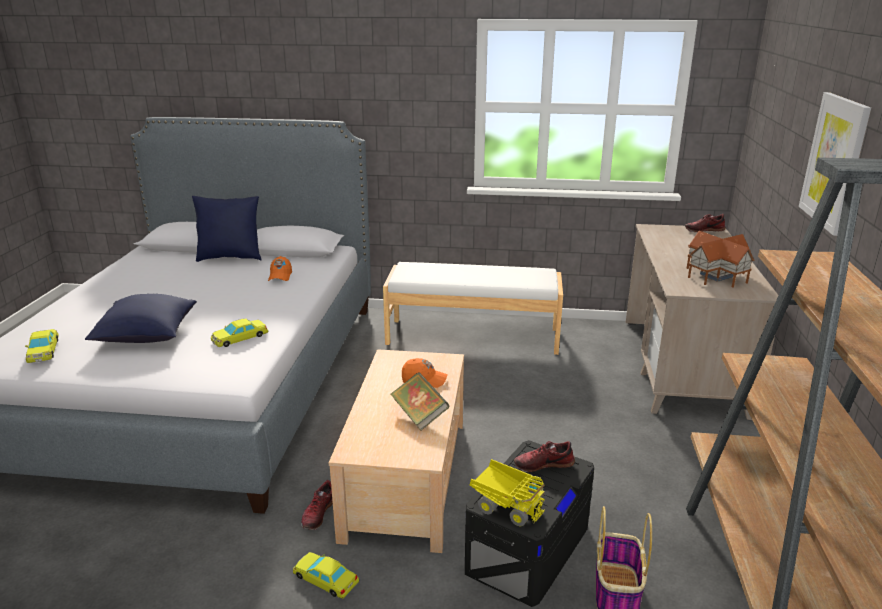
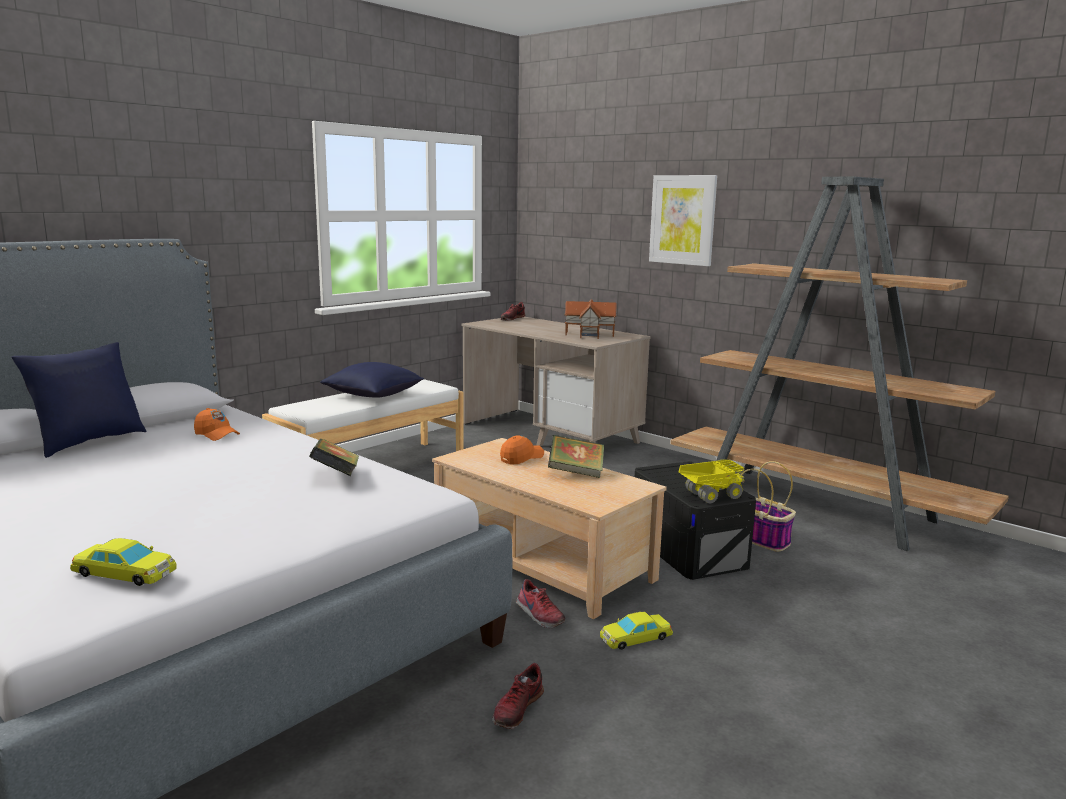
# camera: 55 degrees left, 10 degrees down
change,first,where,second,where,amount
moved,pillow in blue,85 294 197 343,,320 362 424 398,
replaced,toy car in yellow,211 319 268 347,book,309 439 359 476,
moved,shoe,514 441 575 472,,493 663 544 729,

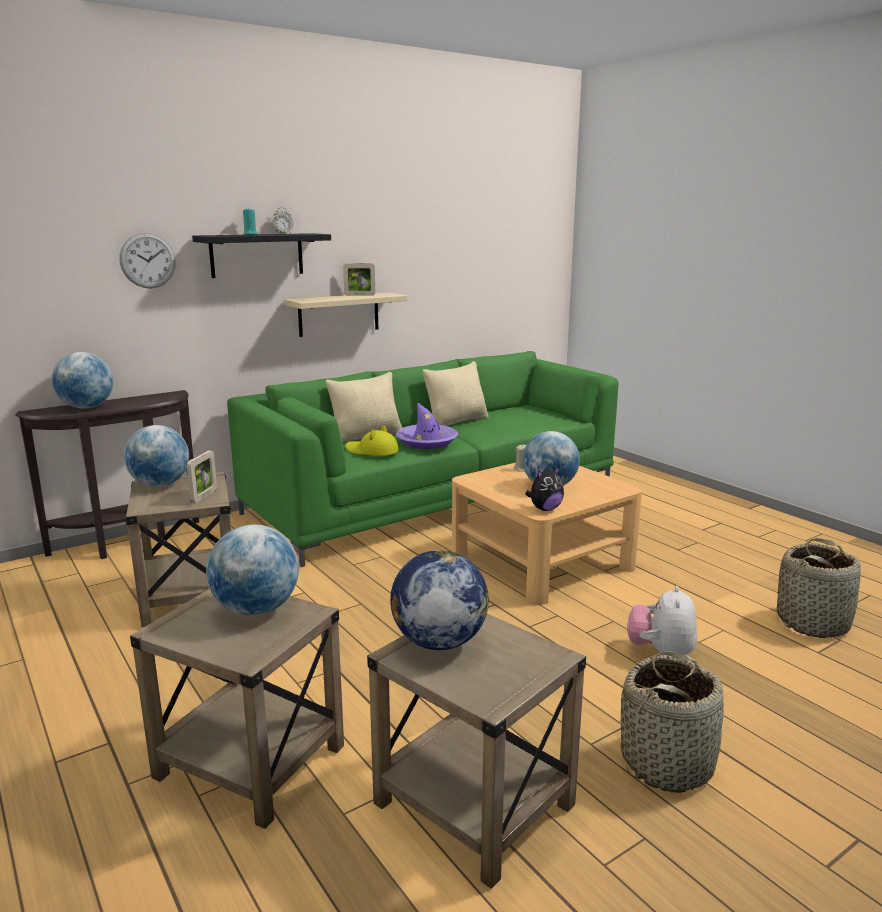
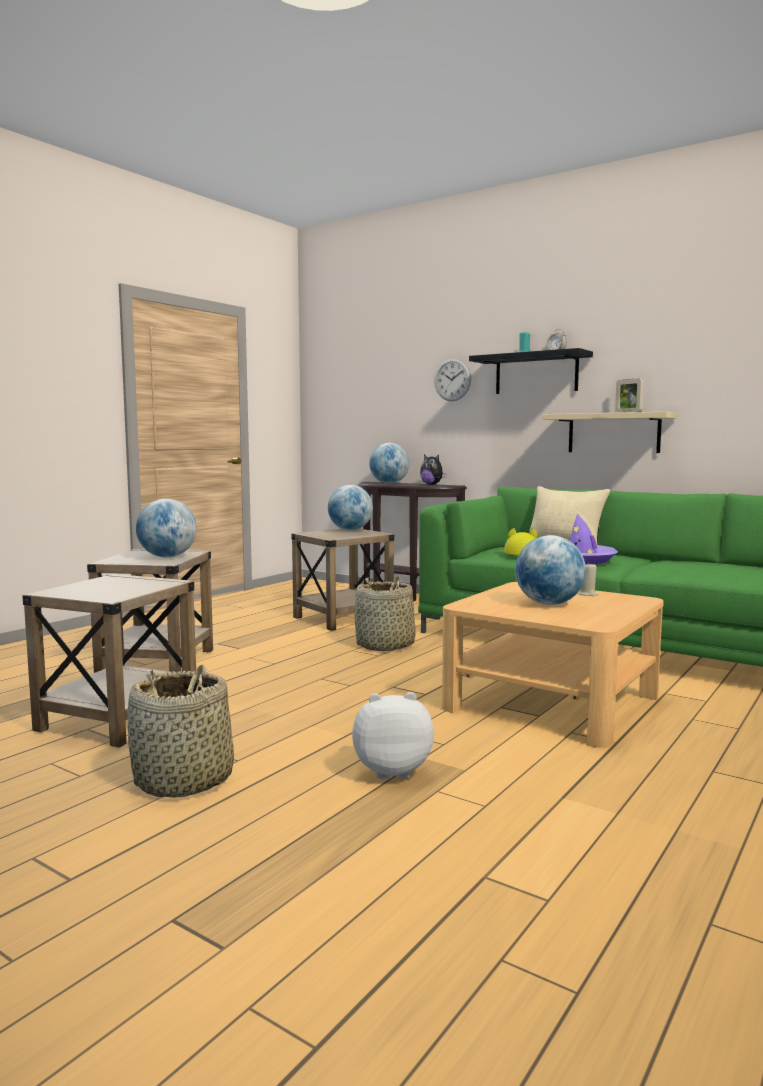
# camera: 70 degrees right, 10 degrees down
change,first,where,second,where,amount
removed,picture frame,187 451 217 503,,,
removed,globe,390 550 489 650,,,
removed,pillow in beige,422 361 488 426,,,
moved,plush toy,525 466 564 511,,420 455 447 485,
moved,basket,777 538 861 638,,355 576 416 651,

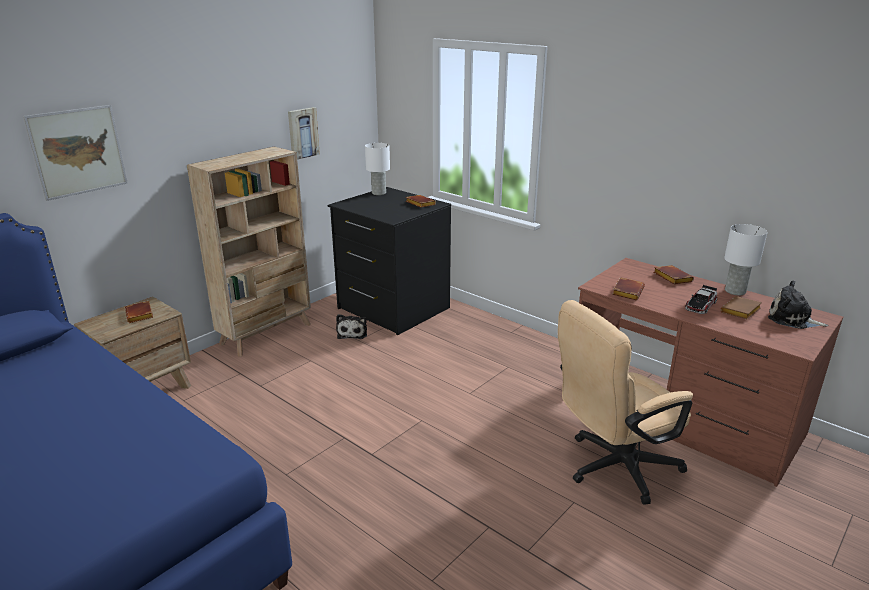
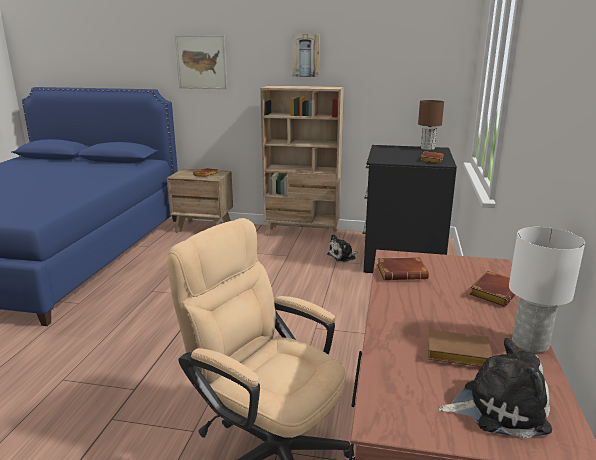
# camera: 60 degrees right, 5 degrees down
change,first,where,second,where,amount
moved,picture,288 107 320 160,,292 34 320 77,
recoloured,table lamp in white,365 143 390 195,table lamp in brown,418 100 444 150,
removed,toy car,685 285 717 314,,,
turned,plush toy,768 281 829 329,,439 338 552 439,90 degrees clockwise

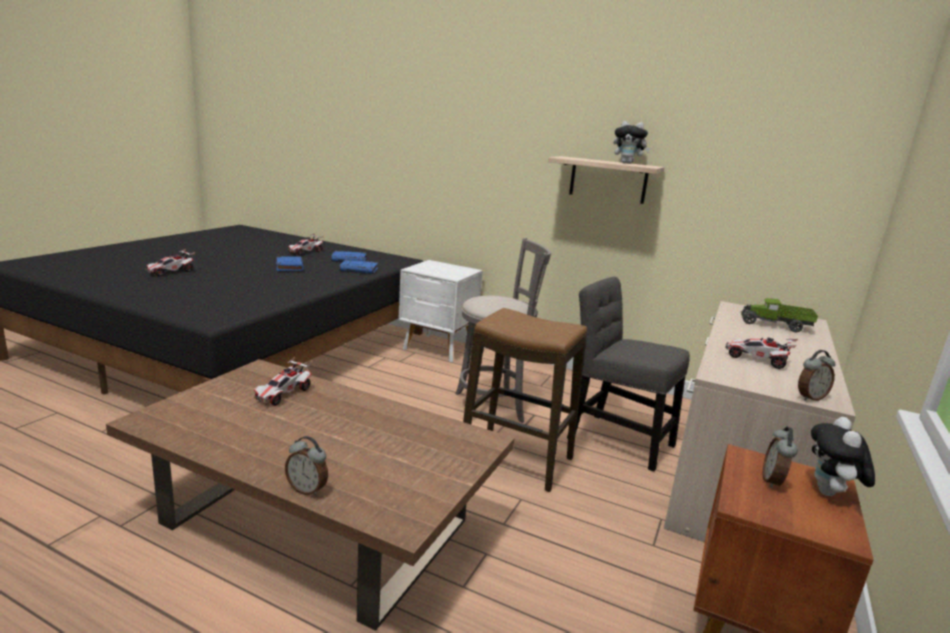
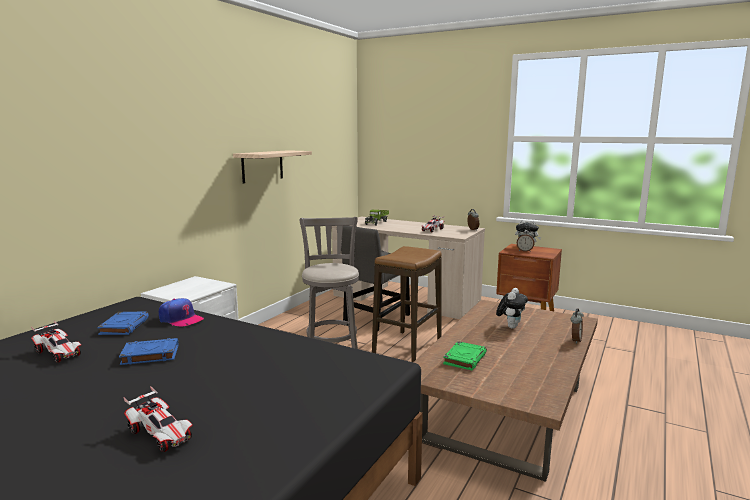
# camera: 85 degrees left, 5 degrees down
change,first,where,second,where,amount
replaced,toy car,254 357 312 406,book in green,443 341 487 370,
replaced,book in blue,339 260 378 274,cap,159 298 204 326,
moved,plush toy,613 121 650 164,,496 288 528 329,

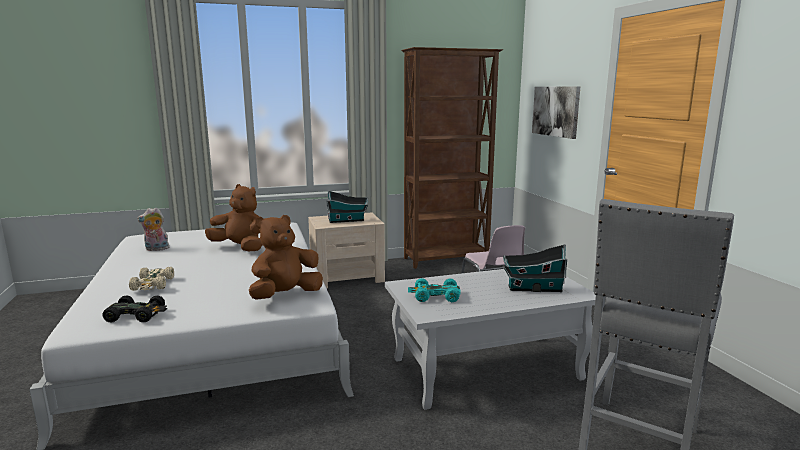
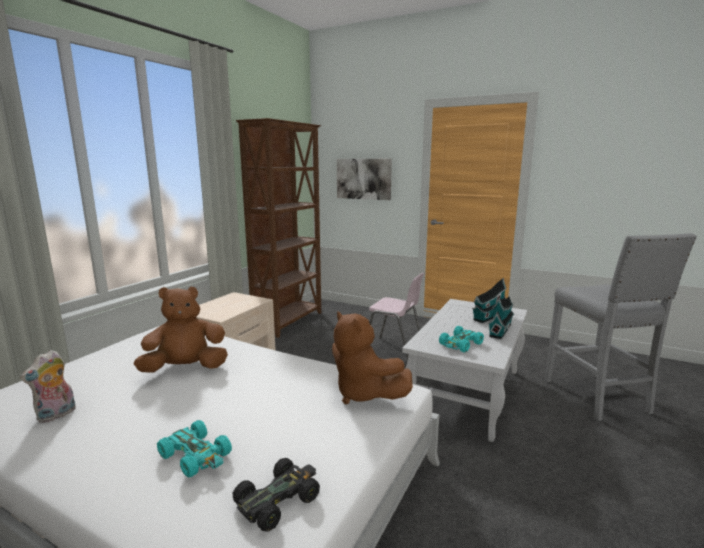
# camera: 45 degrees left, 0 degrees up
change,first,where,second,where,amount
recoloured,toy car in beige,129 267 174 291,toy car in turquoise,157 420 232 478,
turned,plush toy in brown,249 215 323 300,,332 311 413 404,45 degrees counterclockwise
moved,toy house,326 190 368 223,,488 296 514 339,

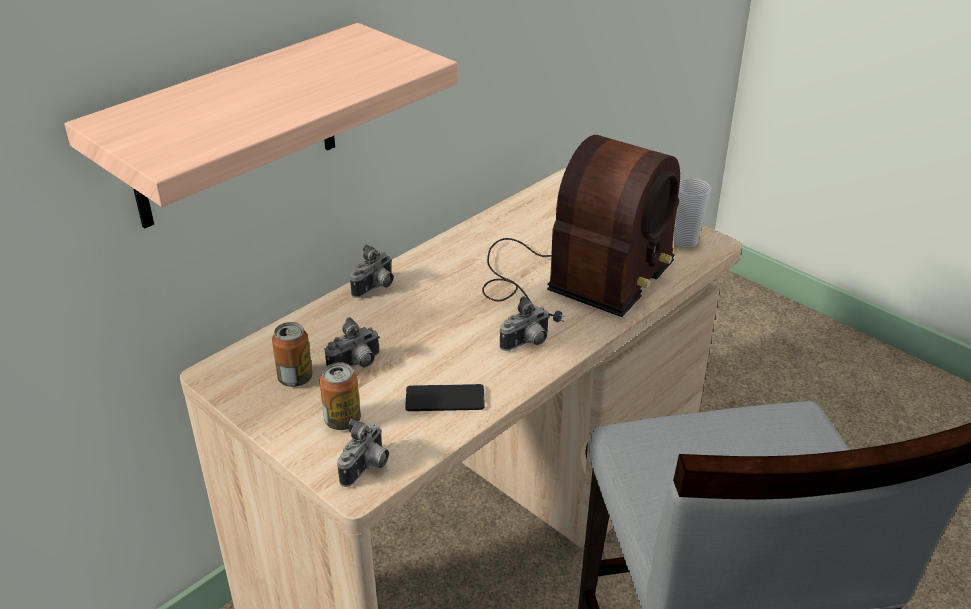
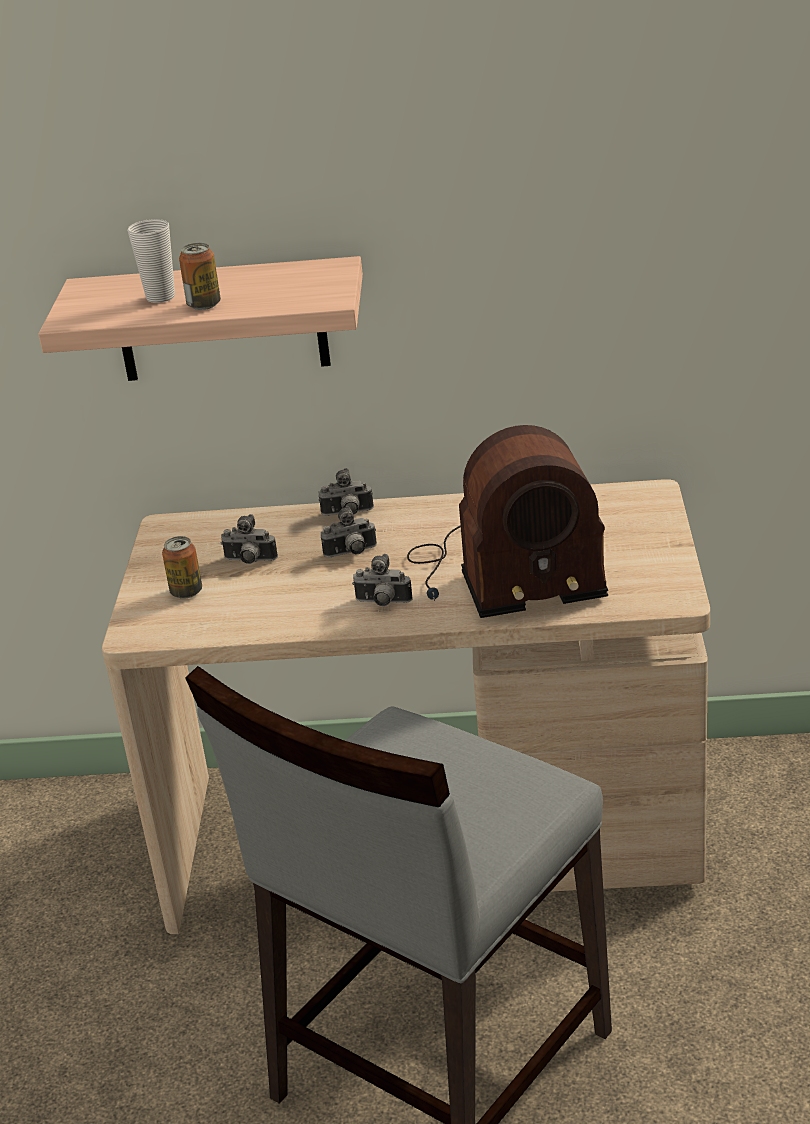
# camera: 50 degrees right, 5 degrees down
change,first,where,second,where,amount
moved,can,272 322 312 387,,179 243 221 310,
moved,photo camera,337 419 389 487,,321 506 377 557,
removed,phone,405 384 485 411,,,
moved,cup,673 178 711 248,,127 219 175 303,

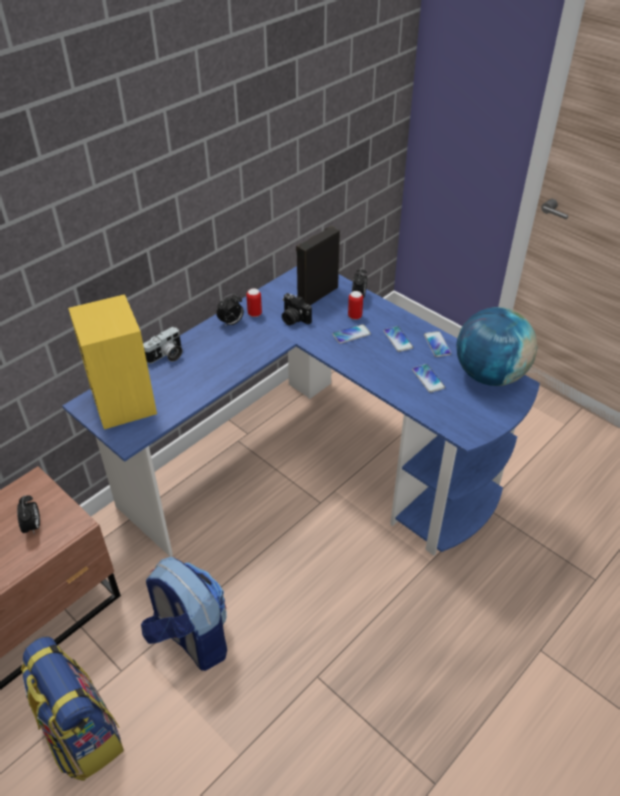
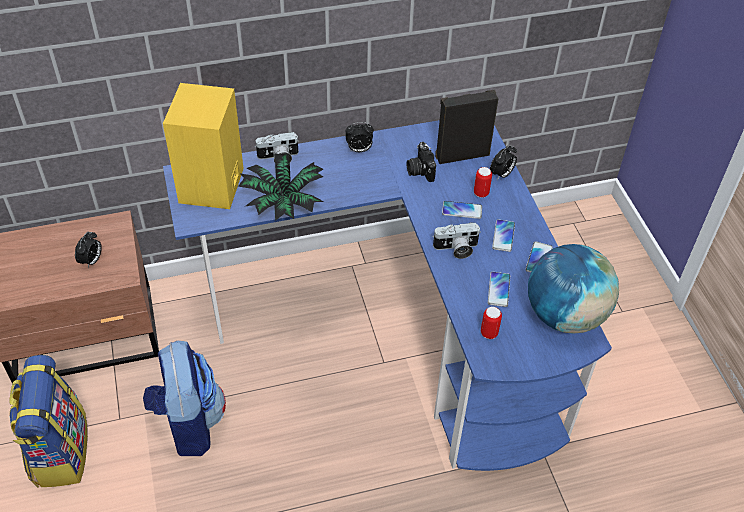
# camera: 30 degrees right, 5 degrees up
change,first,where,second,where,amount
moved,can,246 288 262 317,,481 307 502 339,
added,,,potted plant,238 153 324 221,
added,,,photo camera,432 222 481 259,

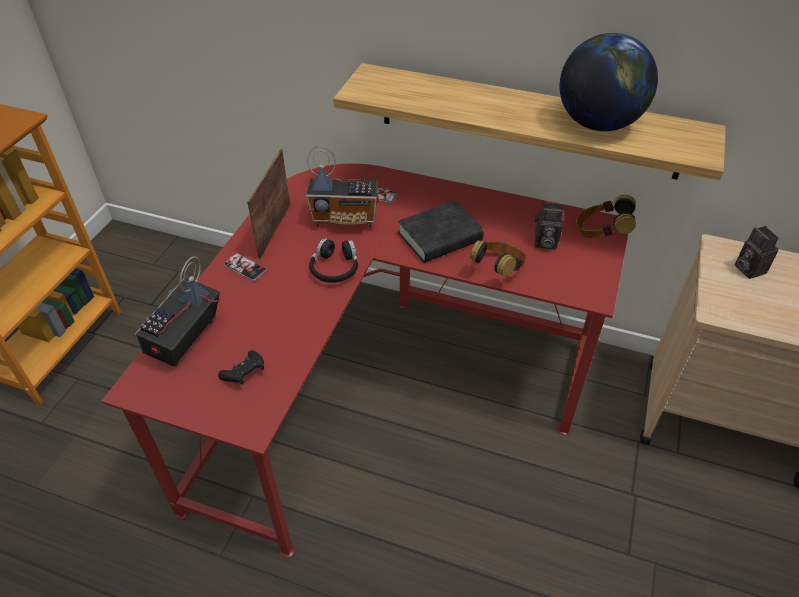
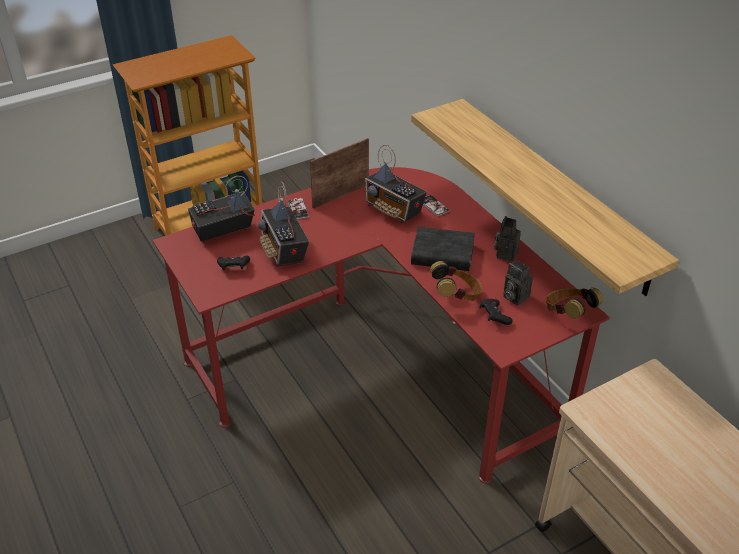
# camera: 40 degrees right, 5 degrees down
change,first,where,second,where,amount
removed,headphones in black,309 238 358 283,,,
removed,globe,560 33 658 131,,,
moved,photo camera,735 226 779 279,,494 216 521 262,
added,,,radio,258 181 309 267,
added,,,game controller in black,480 299 513 325,

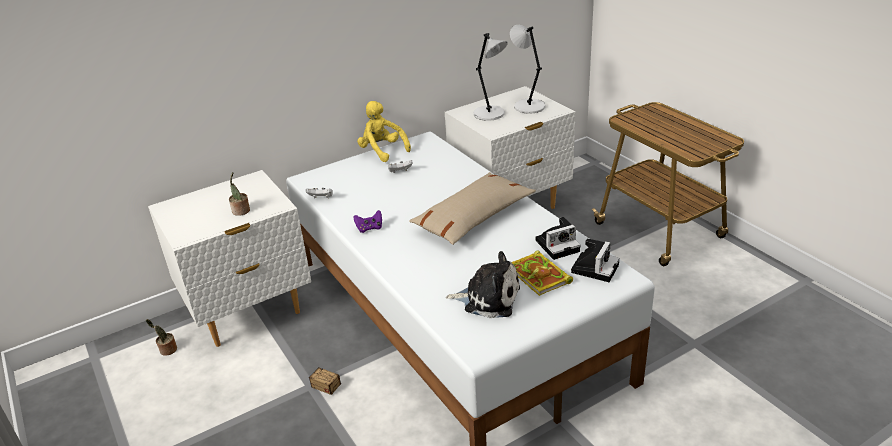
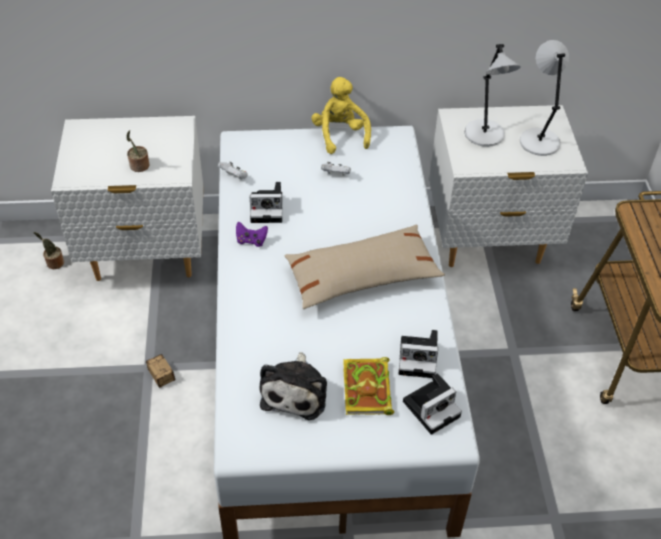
# camera: 25 degrees right, 15 degrees up
change,first,where,second,where,amount
turned,plush toy,446 251 520 318,,260 352 327 420,60 degrees clockwise
added,,,photo camera,250 182 282 223,

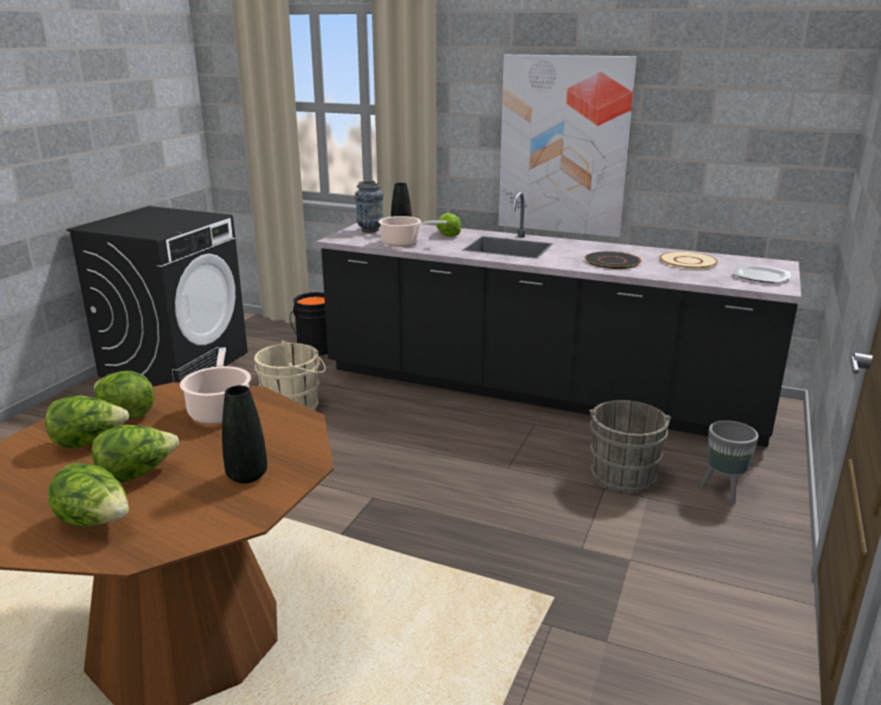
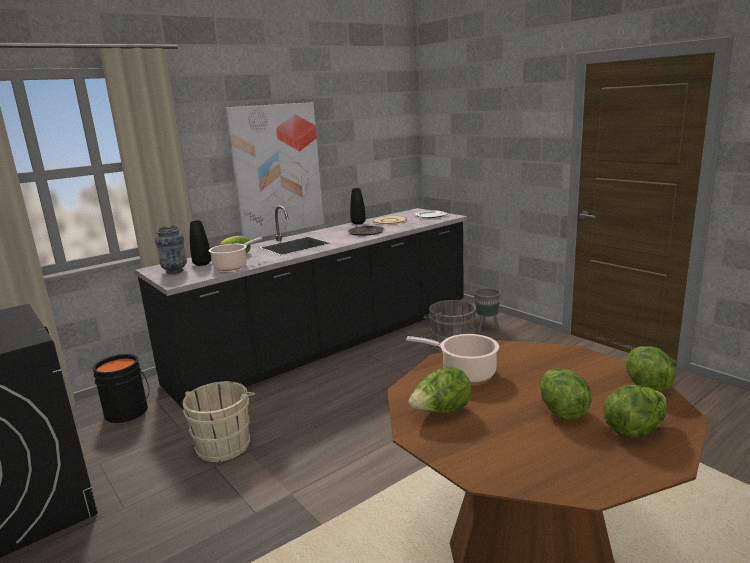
# camera: 60 degrees left, 5 degrees down
change,first,where,second,where,amount
moved,lettuce,45 395 129 448,,626 346 676 392,
moved,vase in black,222 385 267 484,,350 188 366 224,

